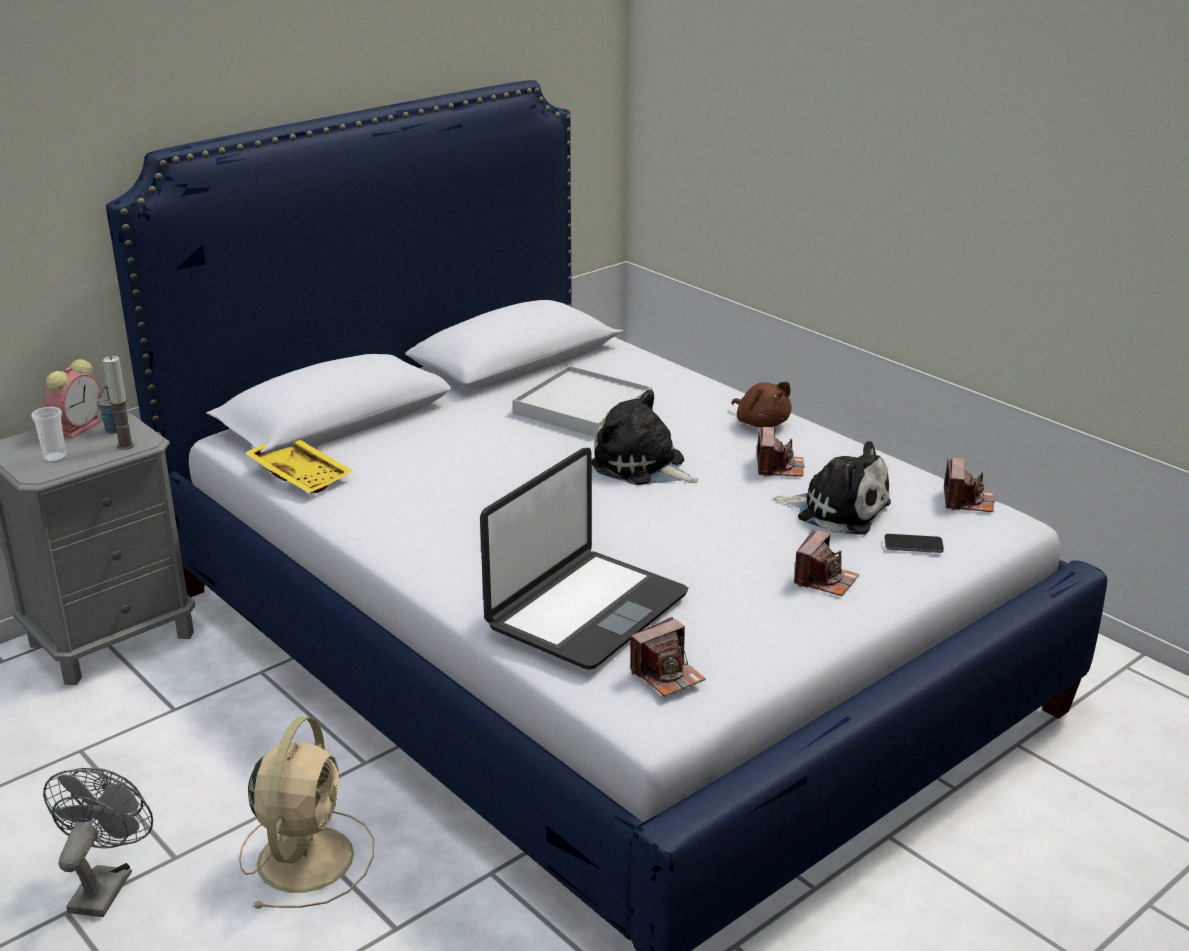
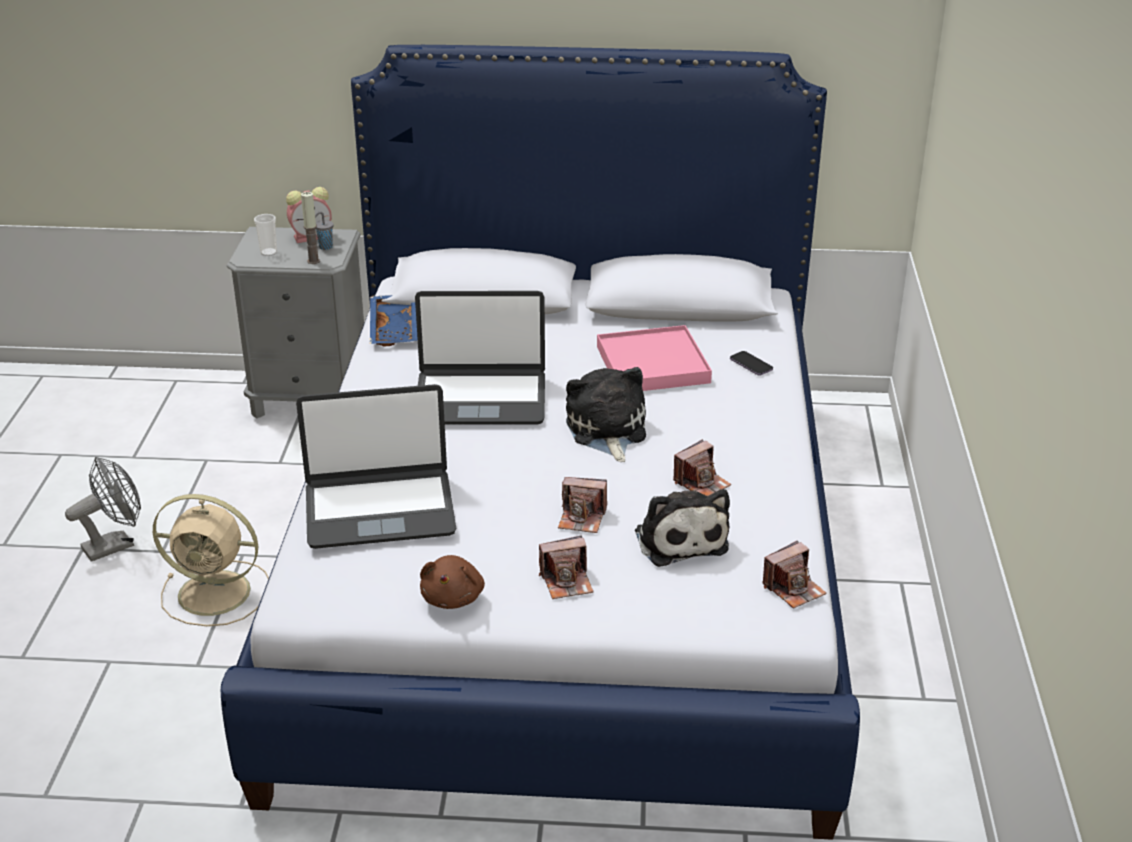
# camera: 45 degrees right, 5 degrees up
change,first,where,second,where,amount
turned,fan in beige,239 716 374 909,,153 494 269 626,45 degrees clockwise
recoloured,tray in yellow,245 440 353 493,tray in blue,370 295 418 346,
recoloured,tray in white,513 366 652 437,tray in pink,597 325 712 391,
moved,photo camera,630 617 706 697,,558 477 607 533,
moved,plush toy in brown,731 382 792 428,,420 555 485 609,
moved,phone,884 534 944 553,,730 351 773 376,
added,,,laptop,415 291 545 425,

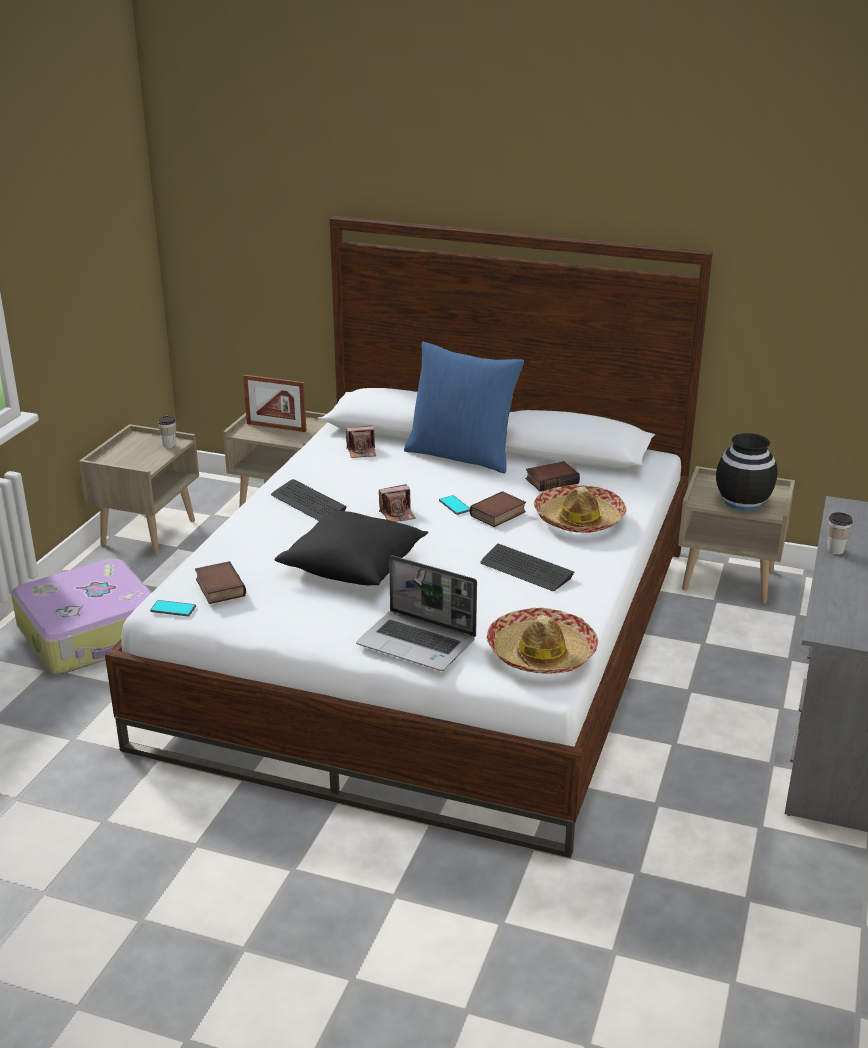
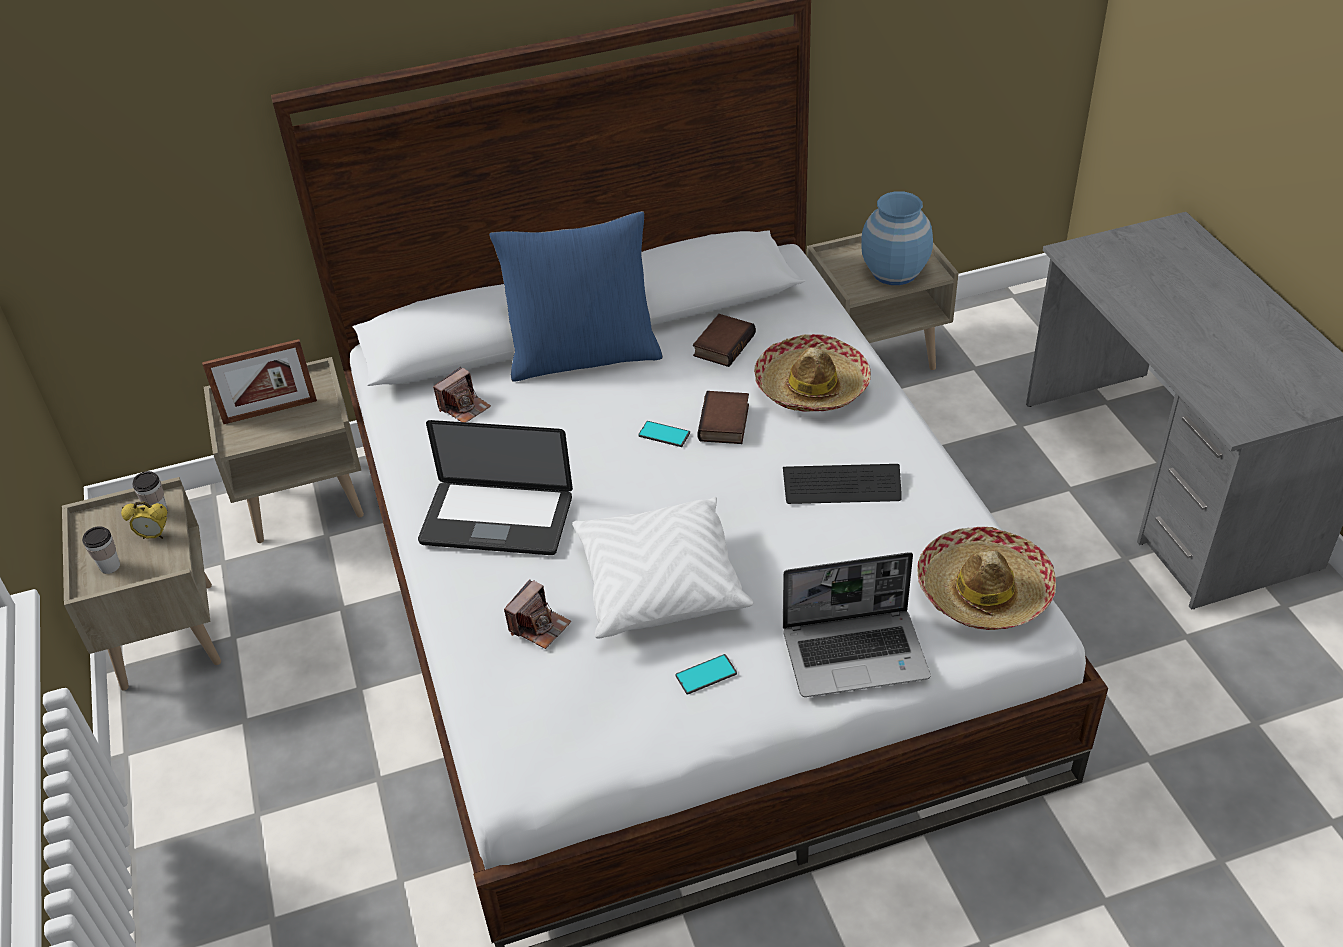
# camera: 35 degrees left, 15 degrees up
change,first,where,second,where,amount
removed,suitcase,11 559 152 674,,,
moved,phone,150 600 196 616,,675 654 737 695,
removed,book,195 561 246 604,,,
replaced,keyboard,271 479 347 521,laptop,418 420 573 555,
recoloured,pillow in black,274 509 428 585,pillow in white,572 497 753 639,
moved,photo camera,379 484 416 522,,504 579 571 649,
recoloured,vase in black,716 433 778 511,vase in blue,861 191 933 285,
moved,cup,827 512 853 555,,82 526 120 574,
added,,,alarm clock,121 502 167 539,

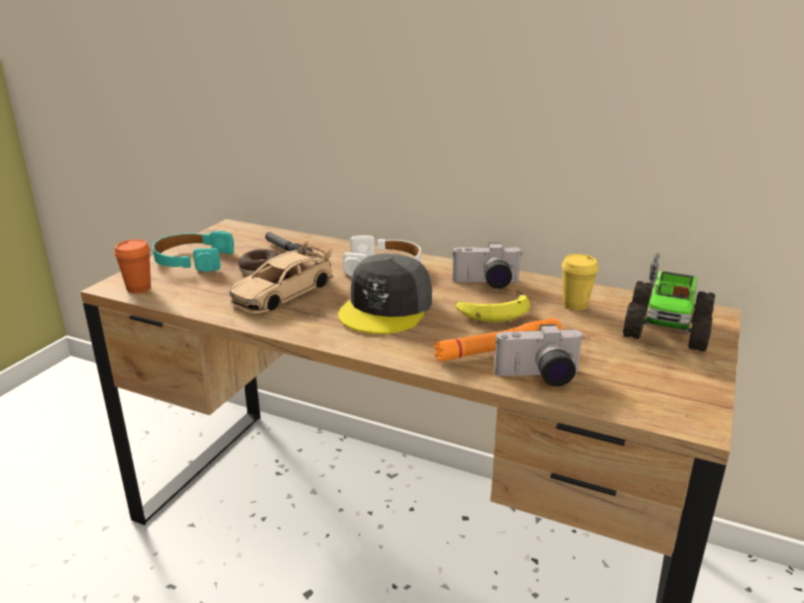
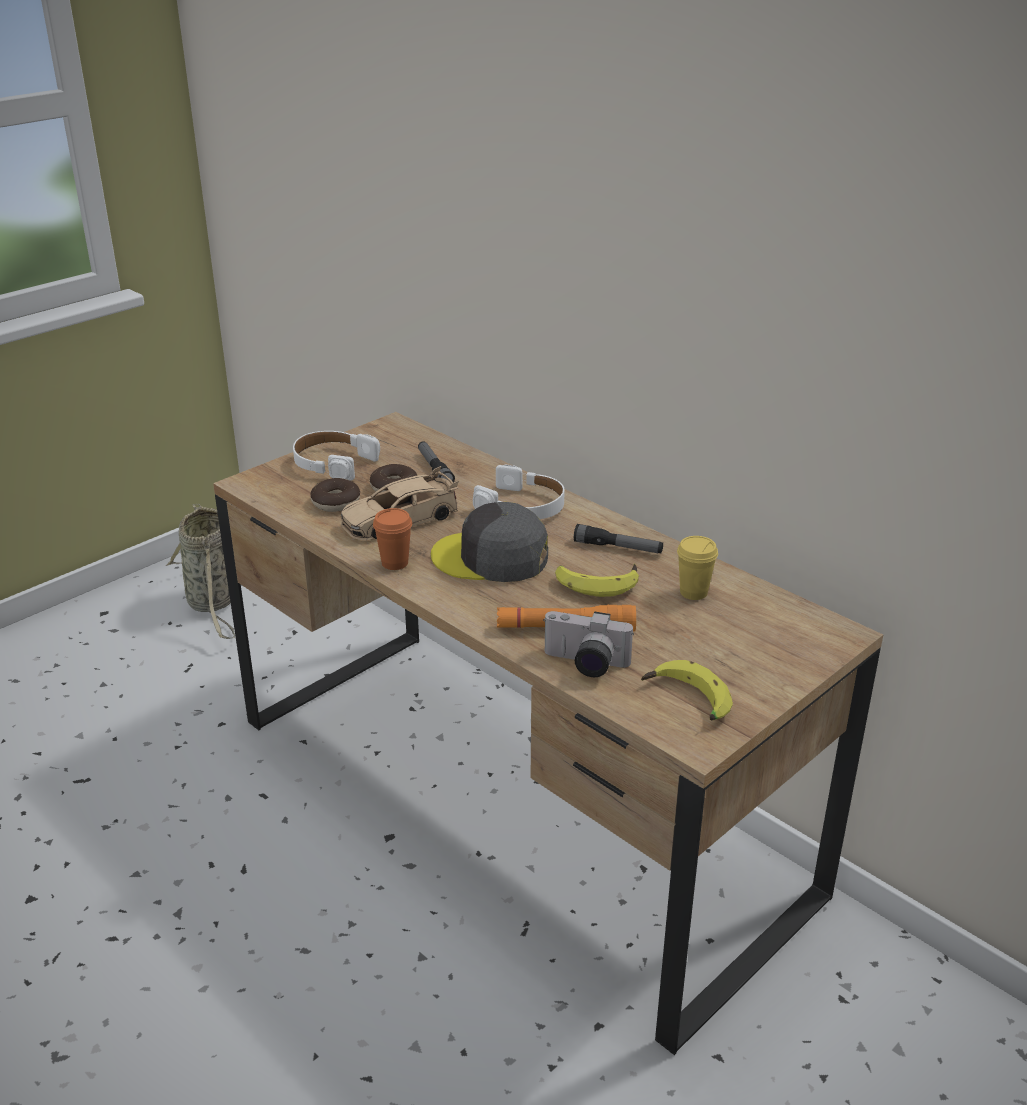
# camera: 20 degrees right, 5 degrees up
change,first,where,second,where,amount
moved,cup in orange,114 239 151 293,,373 508 412 570,
recoloured,headphones in turquoise,153 231 234 272,headphones in white,293 431 380 481,
turned,cap in grey,338 253 432 334,,431 502 548 582,60 degrees clockwise
replaced,photo camera,452 243 523 289,flashlight,574 524 663 553,
removed,toy truck,623 253 715 352,,,
added,,,basket,166 504 235 639,
added,,,donut,310 478 360 512,
added,,,banana,641 660 733 721,

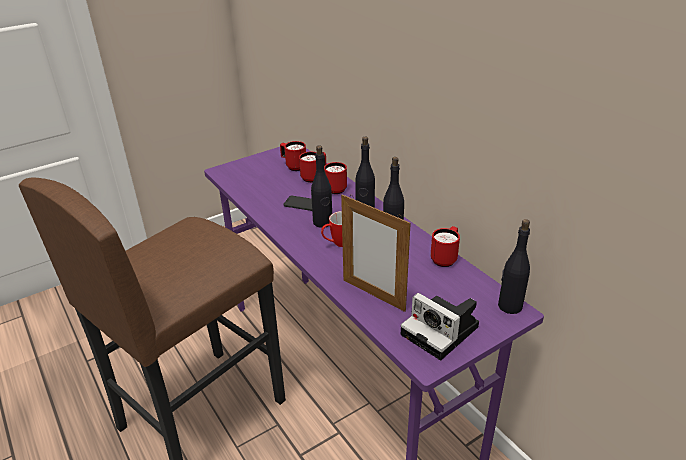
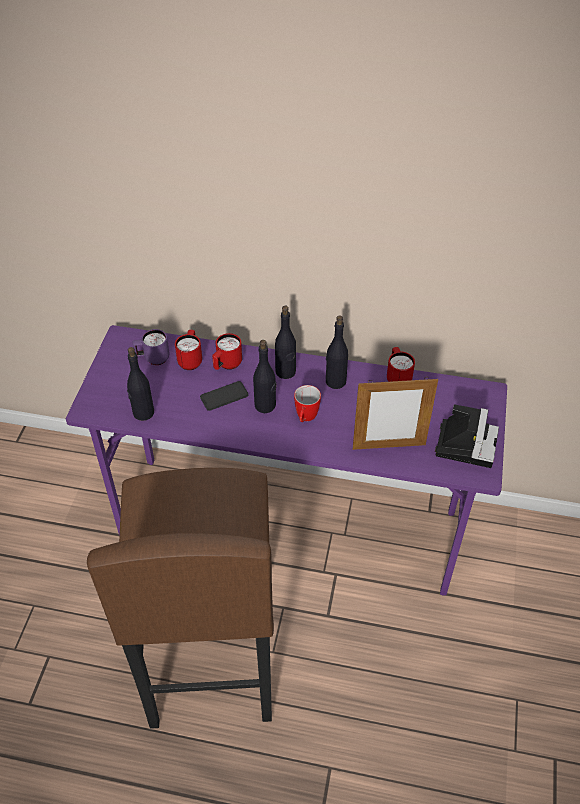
# camera: 45 degrees left, 15 degrees up
change,first,where,second,where,amount
recoloured,mug in red,280 141 306 171,mug in purple,133 329 169 365,
turned,photo camera,401 293 479 360,,435 404 499 468,75 degrees counterclockwise
moved,bottle in black,498 219 530 314,,127 347 154 421,

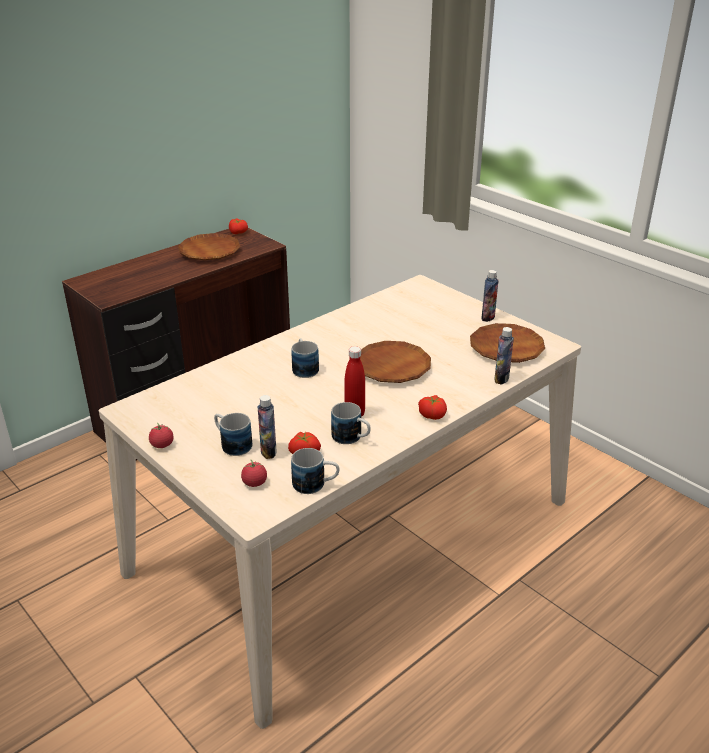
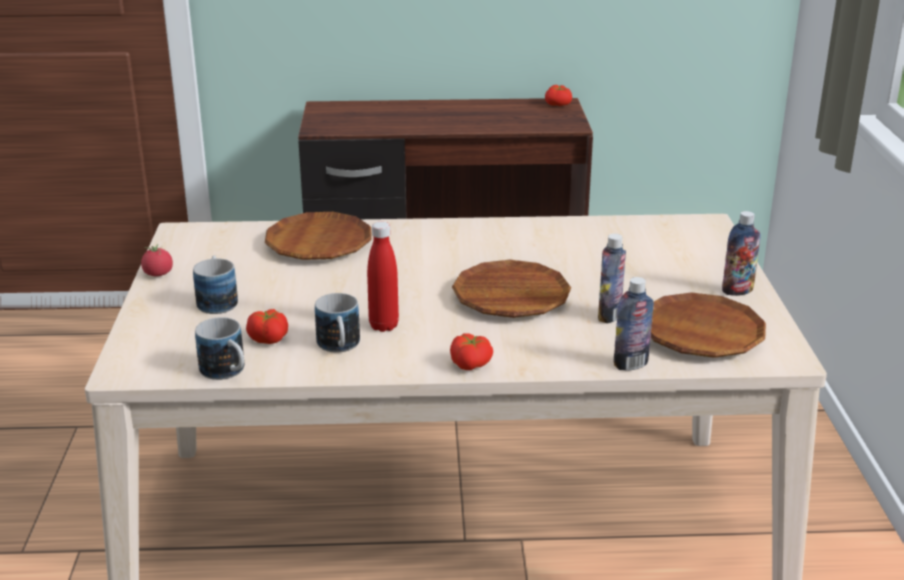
# camera: 40 degrees right, 5 degrees down
change,first,where,second,where,amount
moved,plate in brown,178 233 240 260,,265 212 372 260,
removed,tomato,241 460 267 487,,,
moved,bottle,258 395 277 459,,598 234 626 323,
removed,mug,291 338 319 378,,,

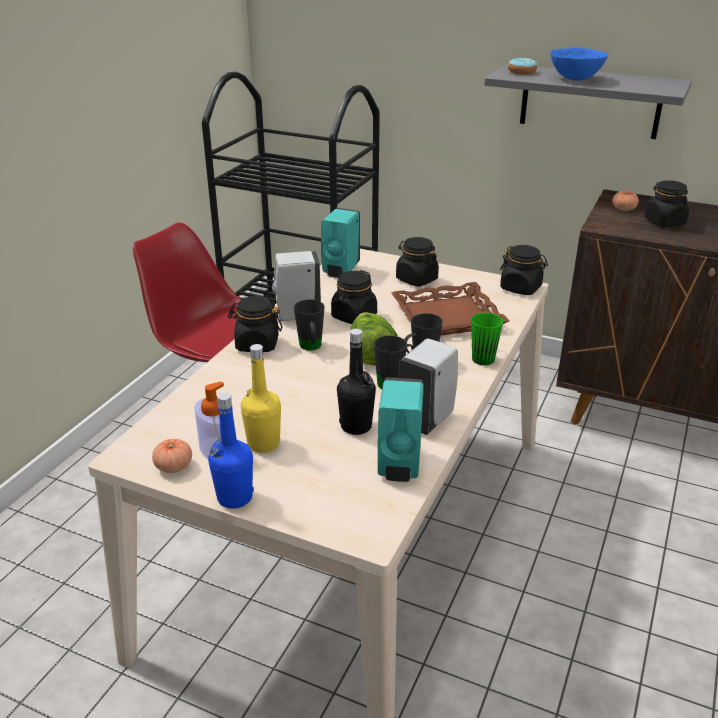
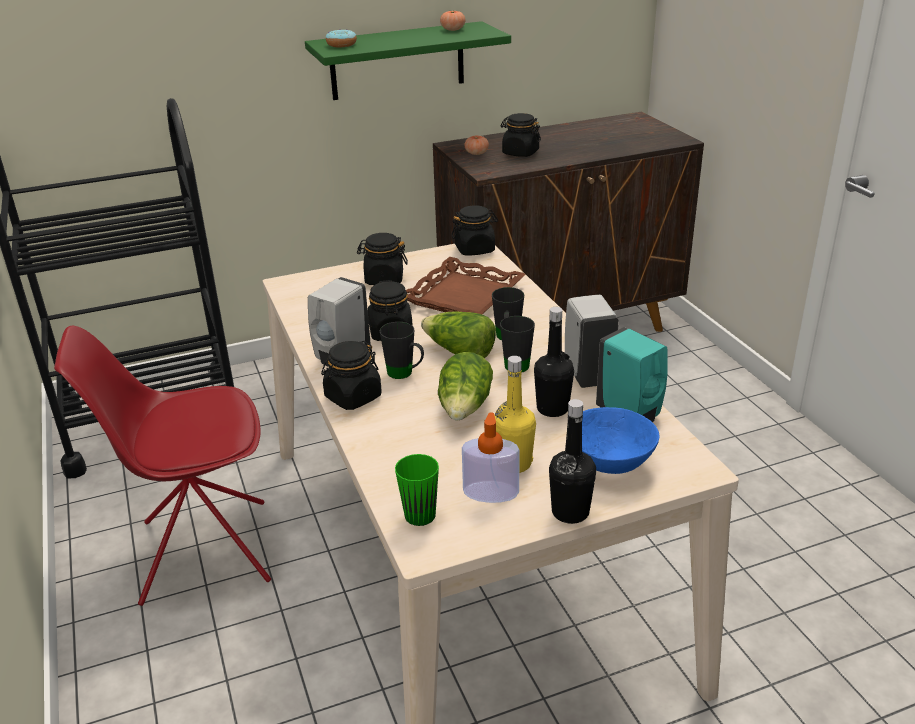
# camera: 45 degrees left, 0 degrees up
change,first,where,second,where,amount
moved,tomato,152 439 192 473,,440 11 465 31,
recoloured,bottle in blue,208 392 254 509,bottle in black,549 399 596 524,
removed,soap dispenser in turquoise,321 208 360 278,,,
moved,mug in green,471 313 503 365,,395 454 439 526,
recoloured,shelf in grey,484 64 692 139,shelf in green,305 21 511 100,
moved,bowl in blue,550 47 608 81,,582 407 659 474,
added,,,lettuce,438 352 493 421,

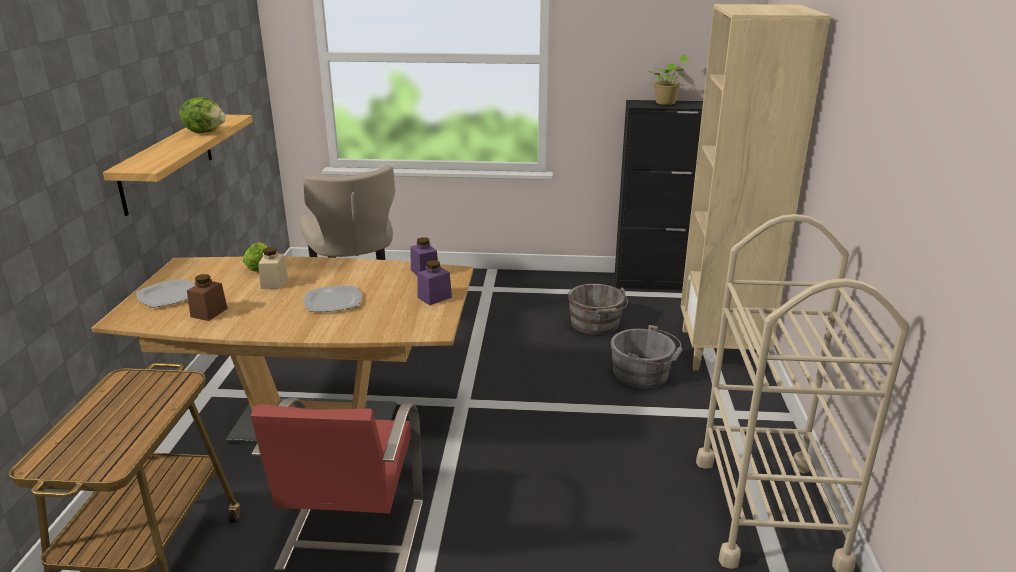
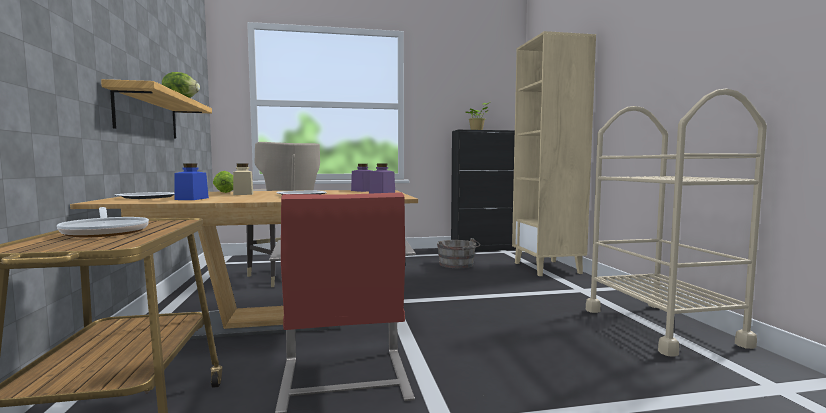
# camera: 15 degrees left, 20 degrees down
change,first,where,second,where,amount
recoloured,jar in brown,187 274 228 321,jar in blue,175 163 209 200,
removed,bucket in grey,610 325 683 389,,,
added,,,frying pan,57 207 149 238,

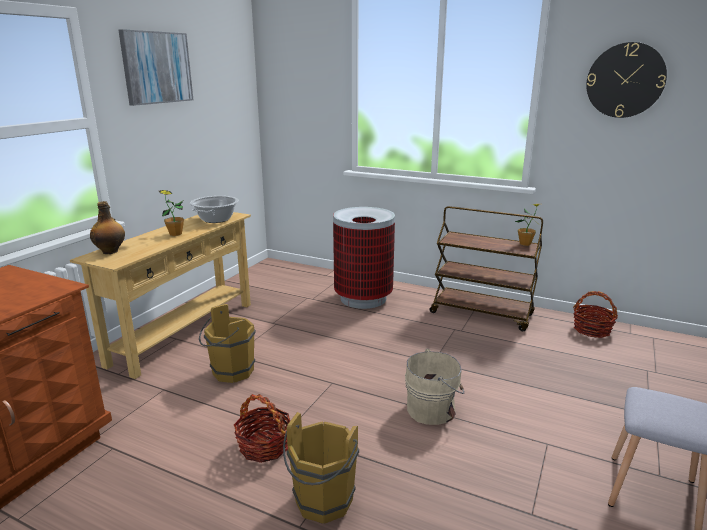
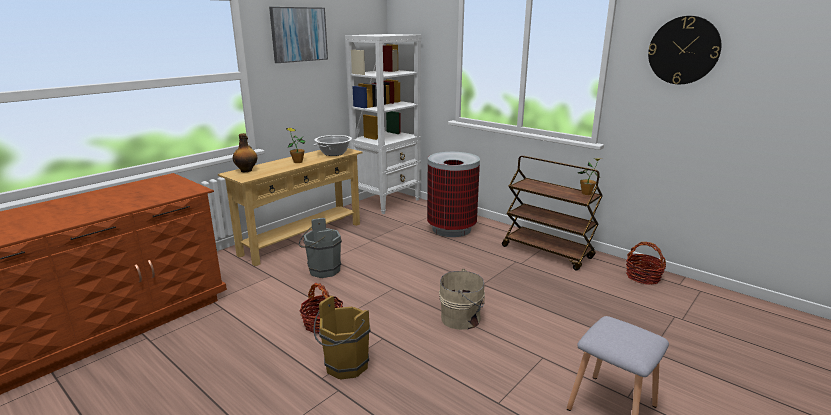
# camera: 15 degrees right, 0 degrees up
change,first,where,second,where,amount
recoloured,bucket in brown,199 304 256 383,bucket in grey,299 218 342 278,
added,,,bookcase in white,345 34 421 214,

